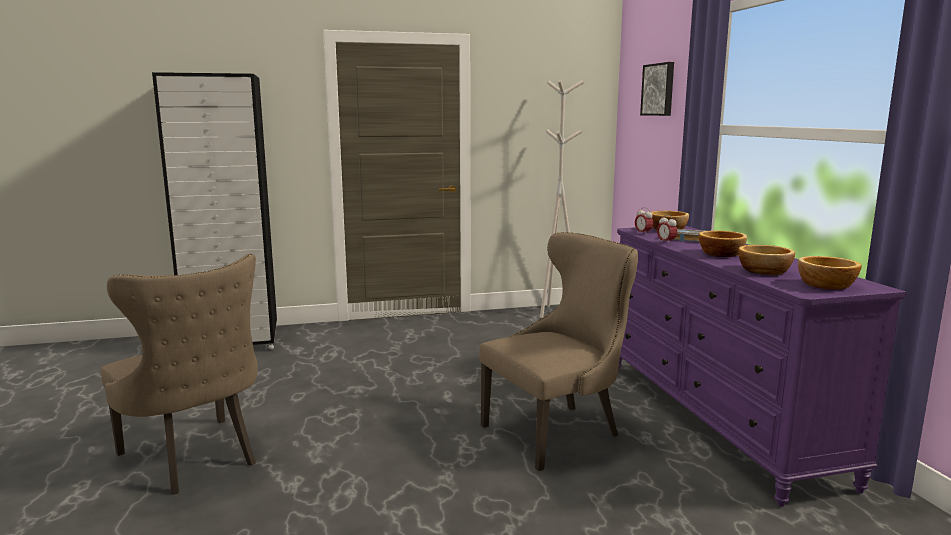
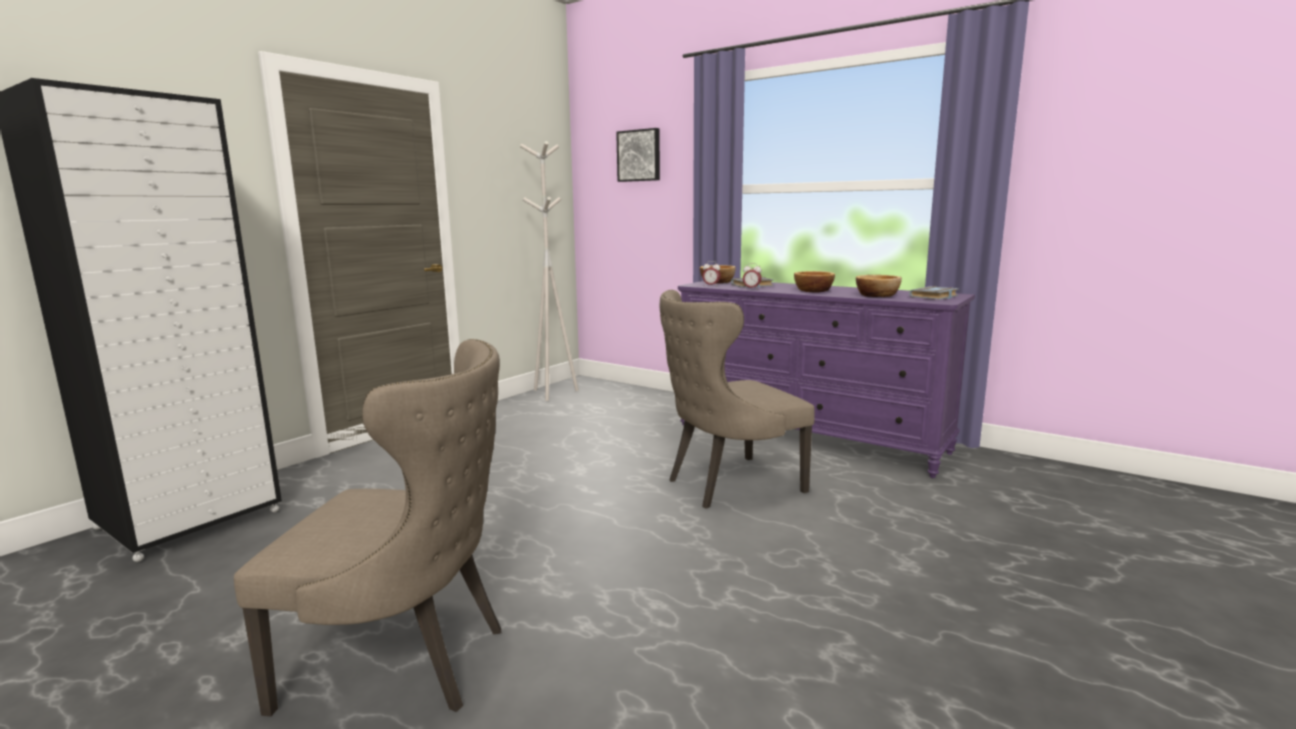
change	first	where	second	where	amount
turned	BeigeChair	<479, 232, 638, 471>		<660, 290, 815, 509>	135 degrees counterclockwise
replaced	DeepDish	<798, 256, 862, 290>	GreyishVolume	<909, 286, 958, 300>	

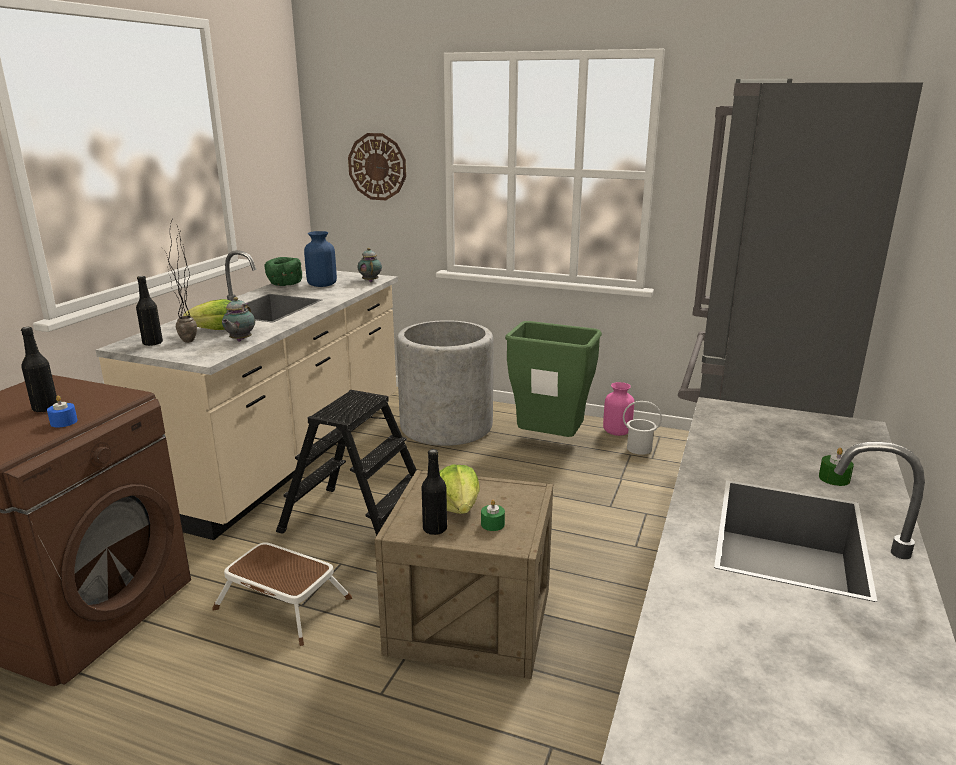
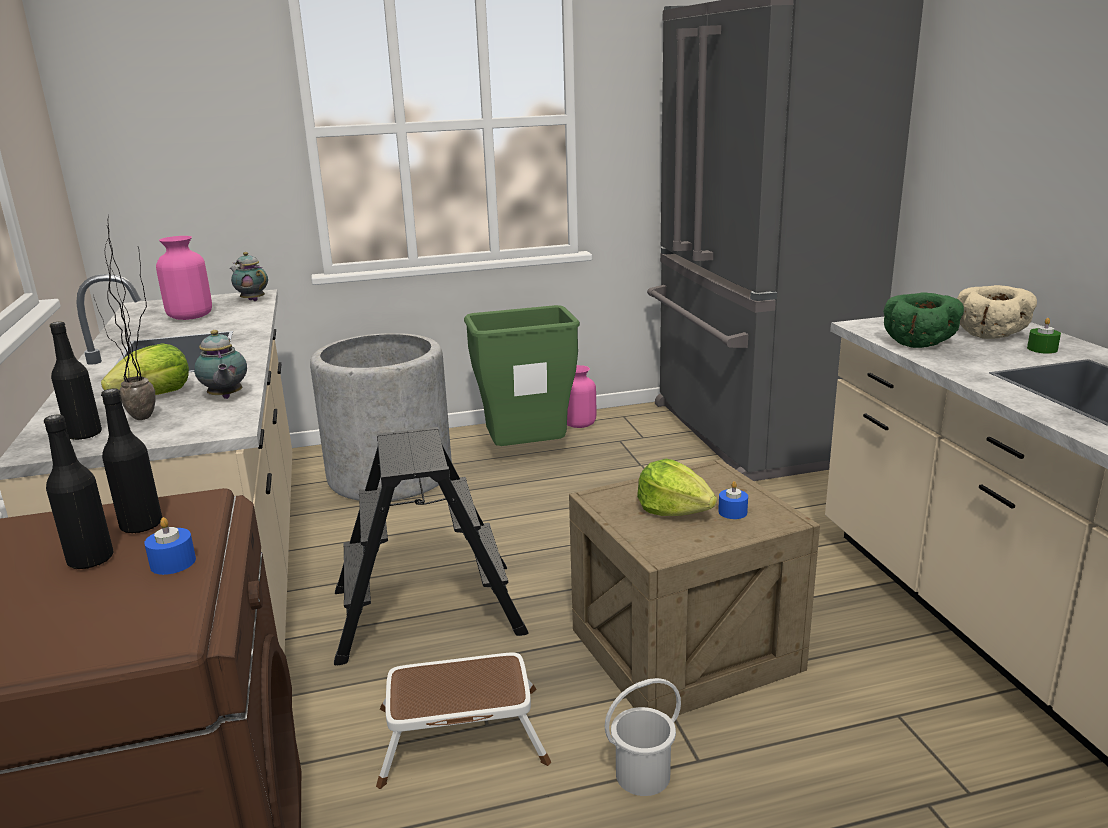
change	first	where	second	where	amount
moved	GreenDeepDish	<264, 257, 302, 286>		<883, 292, 964, 348>	
recoloured	BlueColouredFlowerVase	<304, 231, 337, 287>	PinkFlowerVase	<156, 236, 212, 320>	
removed	ClockOnTheWall	<348, 133, 406, 200>			
moved	BlackishDrinkBottle	<422, 449, 447, 535>		<101, 388, 162, 534>	
recoloured	GreenWaxLight	<481, 500, 505, 531>	BlueColouredWaxLight	<718, 481, 748, 519>	
moved	WhiteWaterBucket	<623, 401, 662, 455>		<604, 678, 681, 796>	
added			BeigeDeepDish	<957, 285, 1037, 339>	

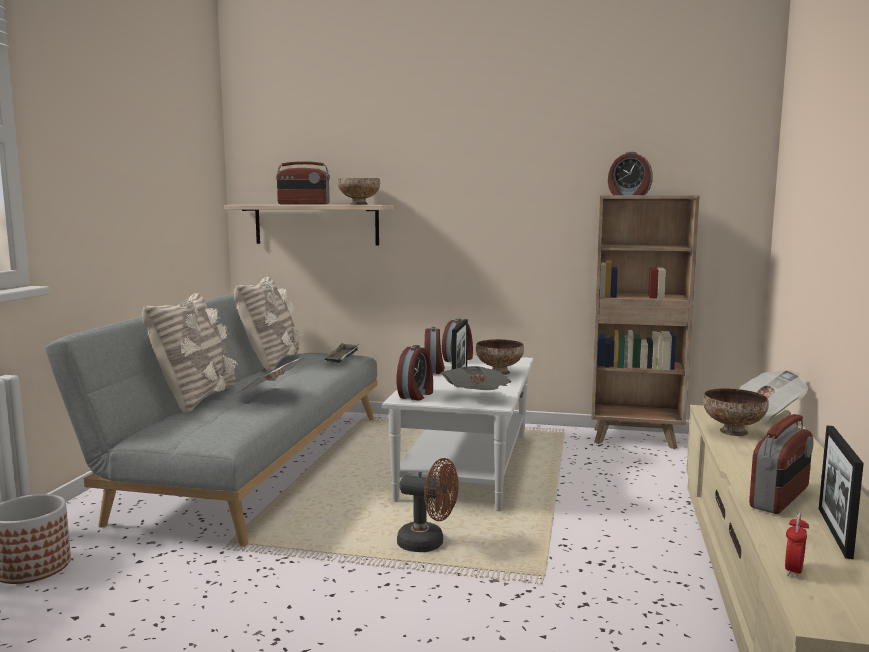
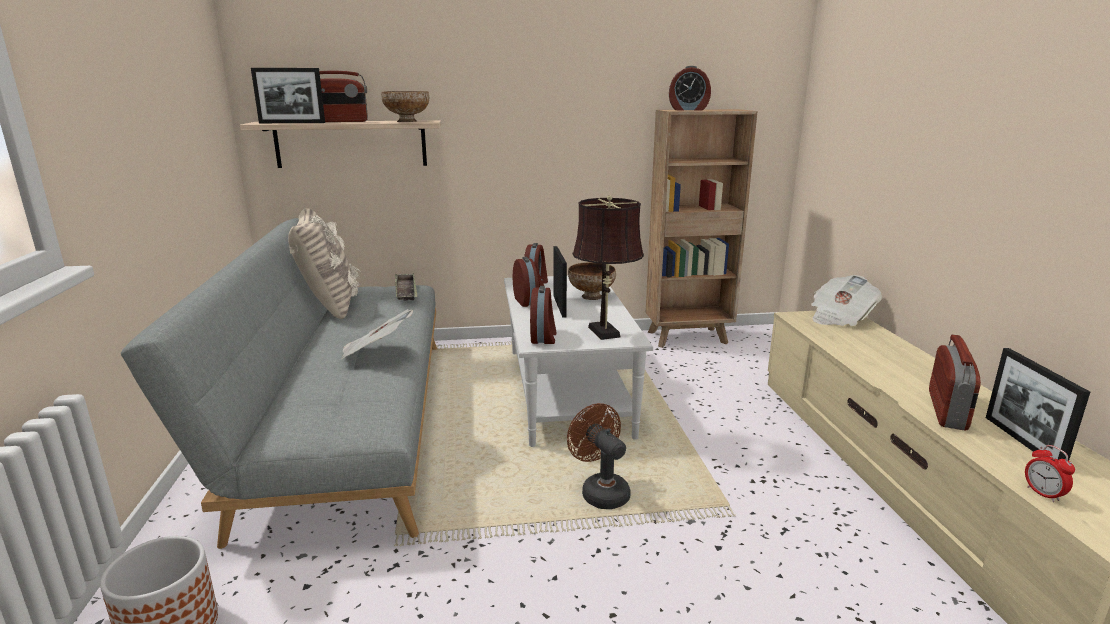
change	first	where	second	where	amount
removed	BeigeThrowPillow	<142, 293, 237, 413>			
turned	BrownColouredElectricFan	<397, 458, 459, 552>		<567, 403, 630, 509>	120 degrees counterclockwise
replaced	PrintedPaper	<440, 366, 511, 390>	BrownColouredTableLamp	<573, 195, 644, 340>	
removed	DeepDish	<703, 388, 769, 436>			
turned	BedsideClock	<785, 512, 809, 578>		<1025, 445, 1075, 502>	150 degrees clockwise
added			PictureFrame	<251, 68, 325, 123>	

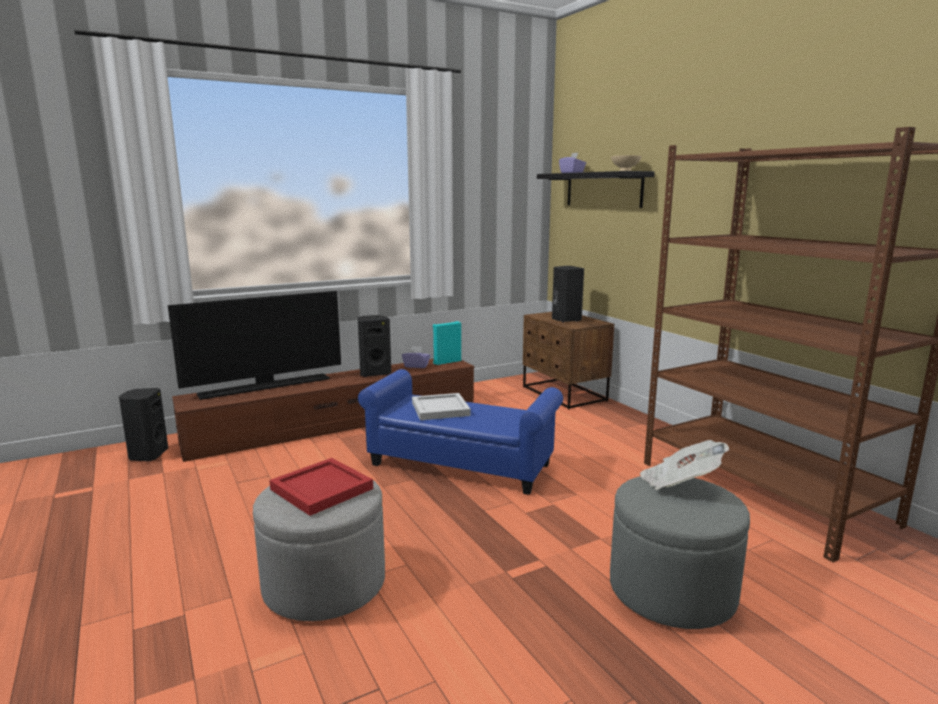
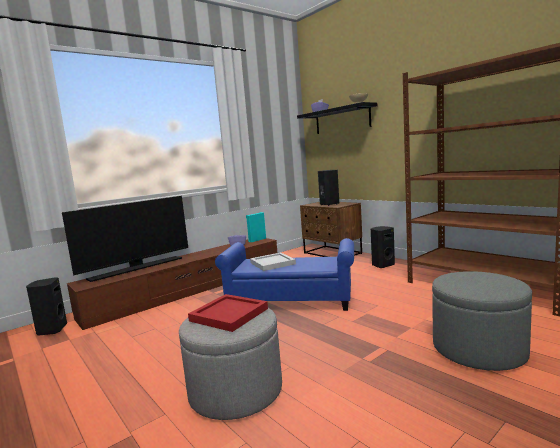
change	first	where	second	where	amount
moved	BlackishLoudspeaker	<358, 315, 391, 377>		<371, 226, 395, 268>	
removed	PrintedPaper	<640, 440, 729, 490>			

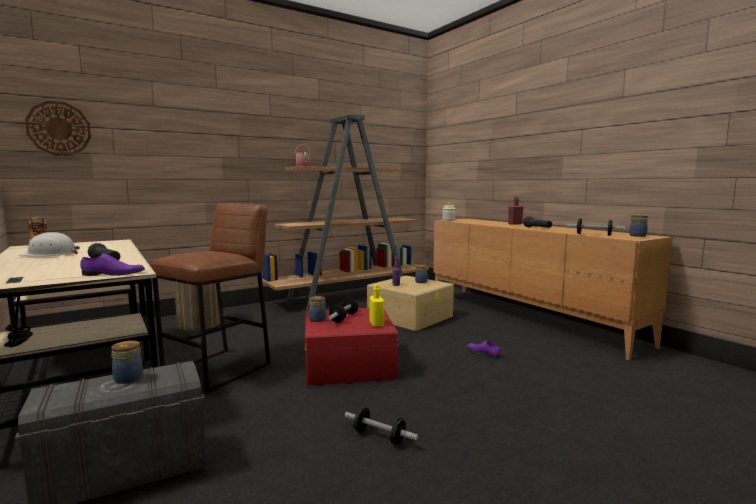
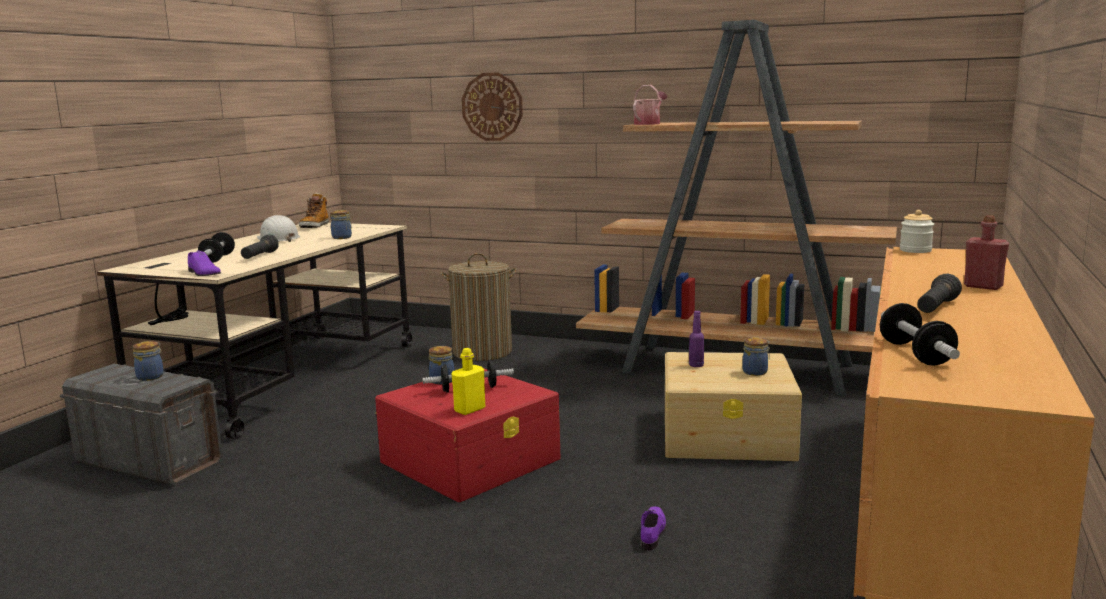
change	first	where	second	where	amount
moved	ClockOnTheWall	<25, 101, 91, 156>		<462, 72, 523, 141>	
removed	BrownColouredStool	<150, 203, 271, 393>			
moved	Dumbbell	<345, 407, 418, 445>		<198, 232, 235, 263>	
moved	Jar	<629, 214, 648, 237>		<330, 210, 352, 239>	

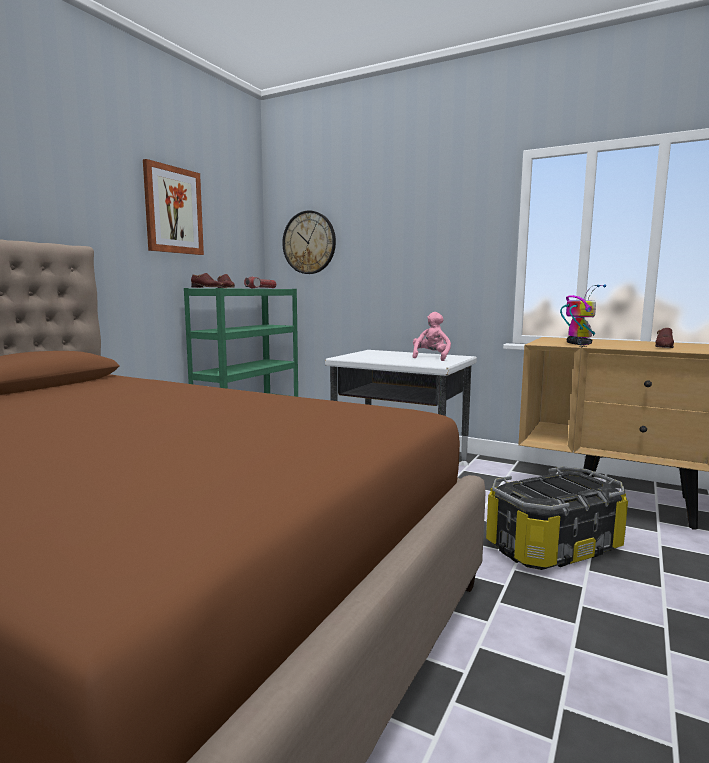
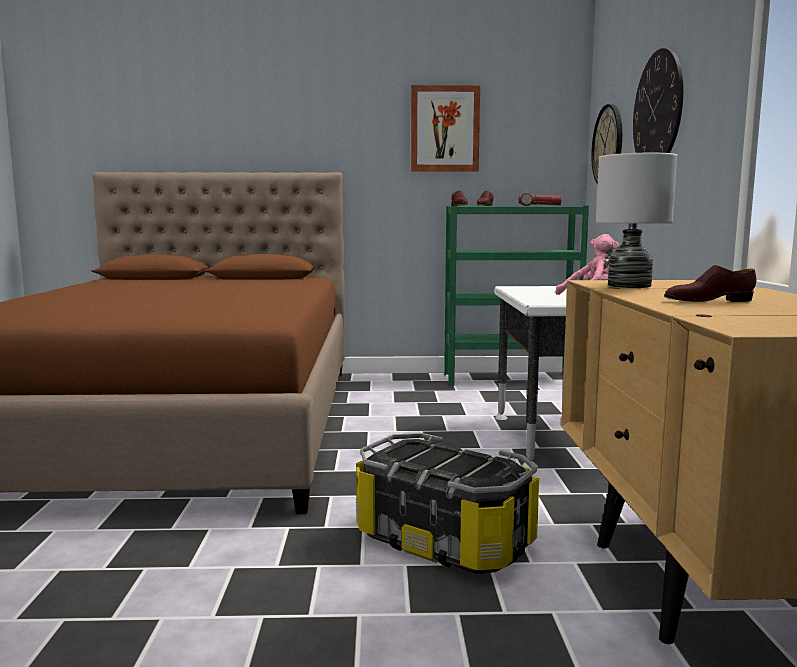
change	first	where	second	where	amount
replaced	ToyRobot	<560, 285, 606, 345>	GreyishTableLamp	<596, 153, 677, 288>	
added			ClockOnTheWall	<633, 48, 683, 153>	

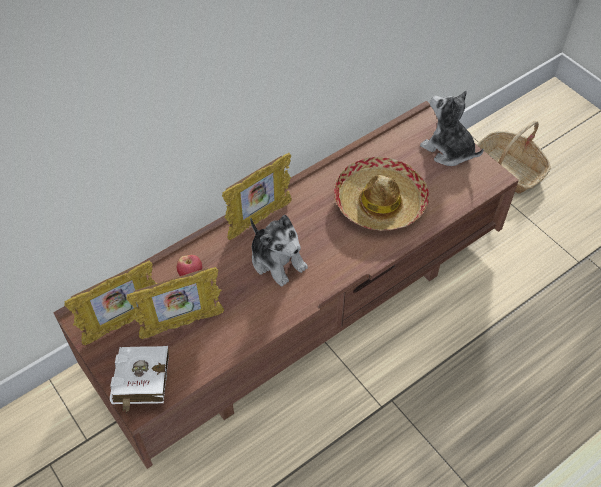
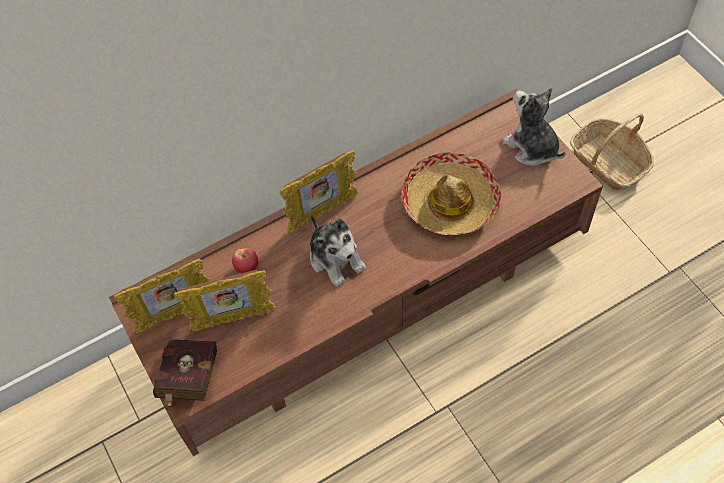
change	first	where	second	where	amount
recoloured	WhiteVolume	<110, 346, 169, 413>	RedVolume	<153, 339, 217, 409>	

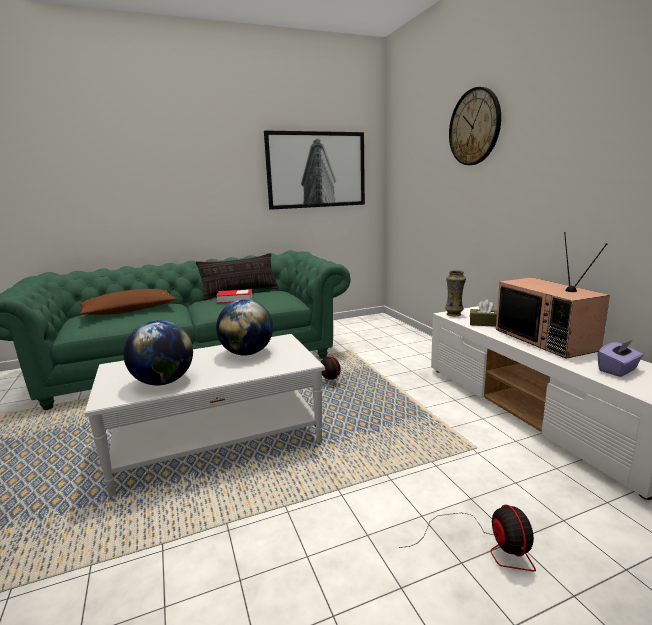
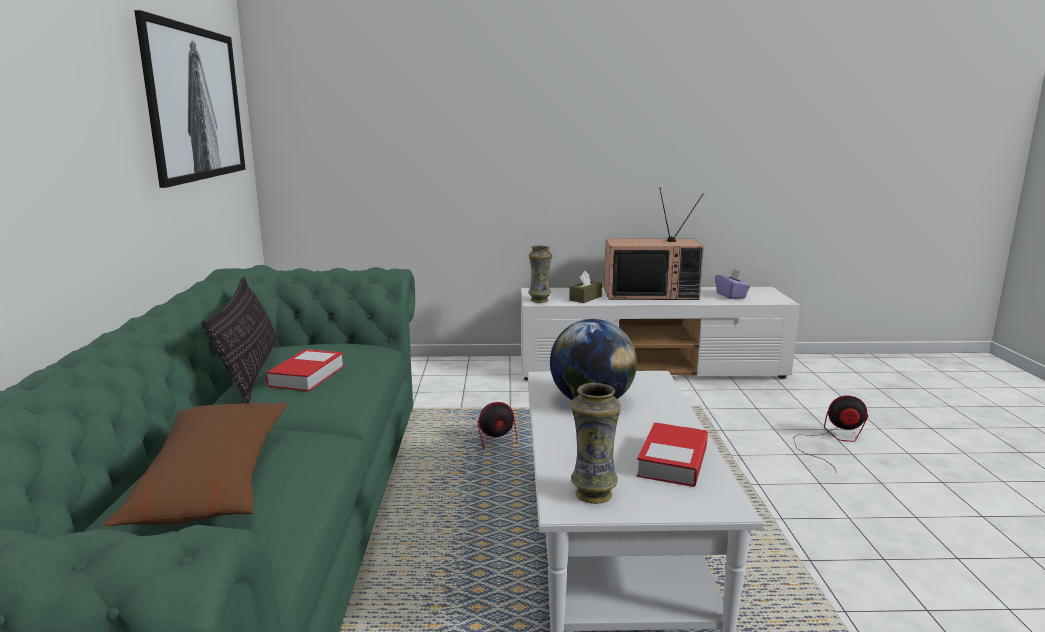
change	first	where	second	where	amount
replaced	Globe	<123, 320, 193, 385>	Volume	<636, 422, 708, 487>	
removed	ClockOnTheWall	<449, 87, 501, 165>			
added			FlowerVase	<571, 383, 621, 504>	

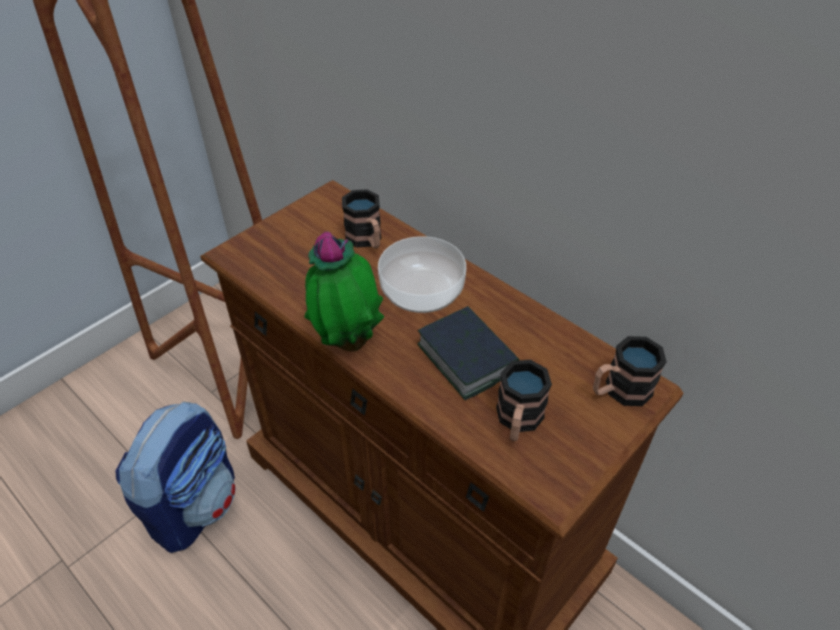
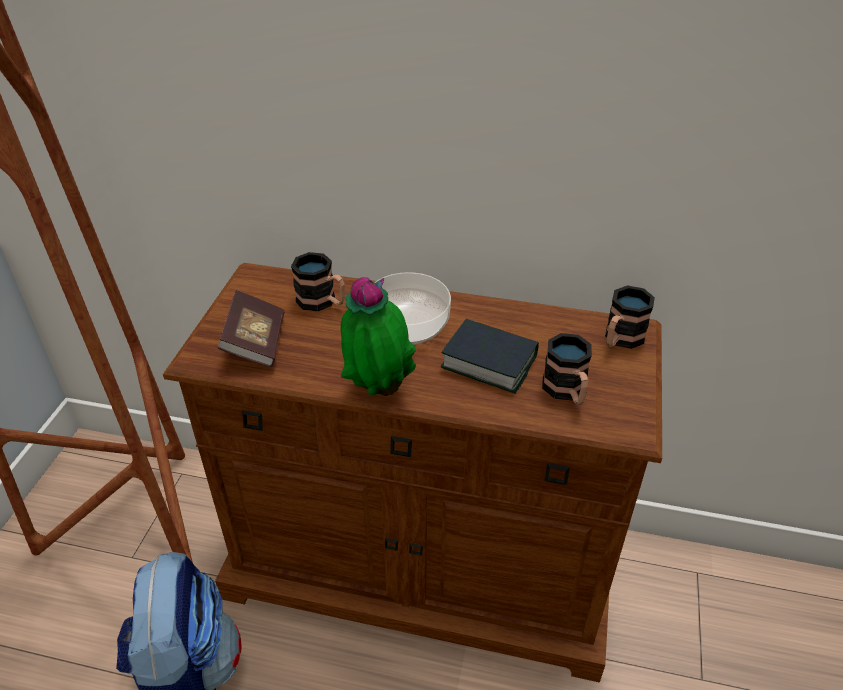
change	first	where	second	where	amount
added			Volume	<218, 290, 285, 367>	

